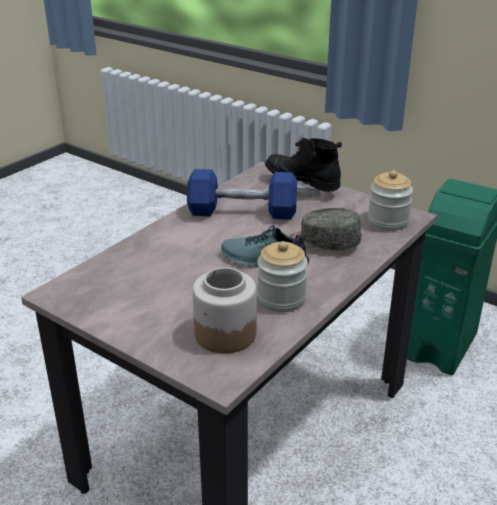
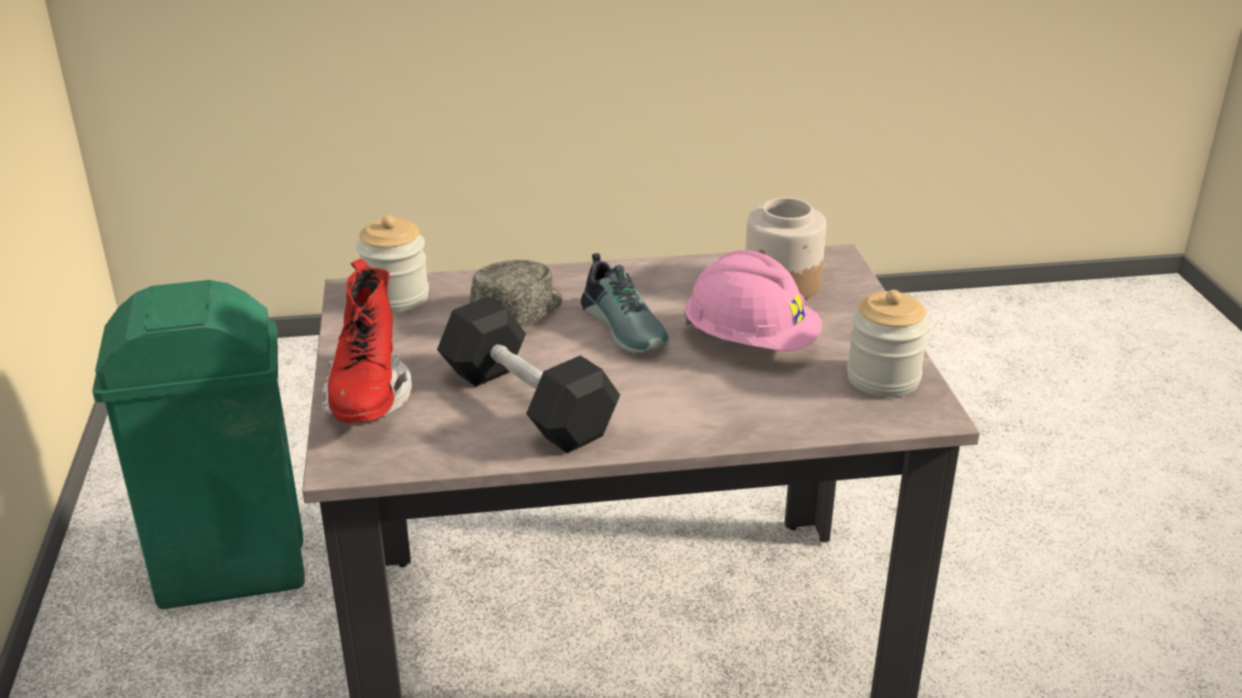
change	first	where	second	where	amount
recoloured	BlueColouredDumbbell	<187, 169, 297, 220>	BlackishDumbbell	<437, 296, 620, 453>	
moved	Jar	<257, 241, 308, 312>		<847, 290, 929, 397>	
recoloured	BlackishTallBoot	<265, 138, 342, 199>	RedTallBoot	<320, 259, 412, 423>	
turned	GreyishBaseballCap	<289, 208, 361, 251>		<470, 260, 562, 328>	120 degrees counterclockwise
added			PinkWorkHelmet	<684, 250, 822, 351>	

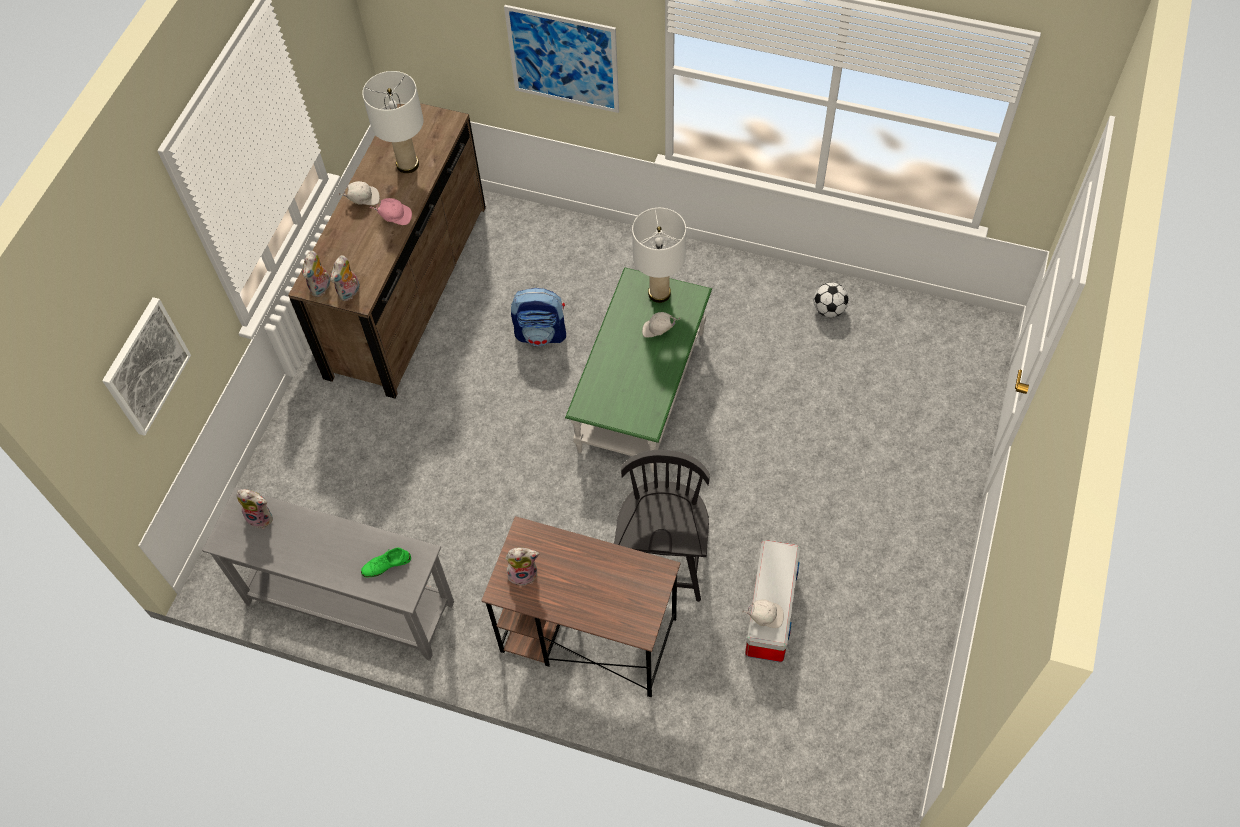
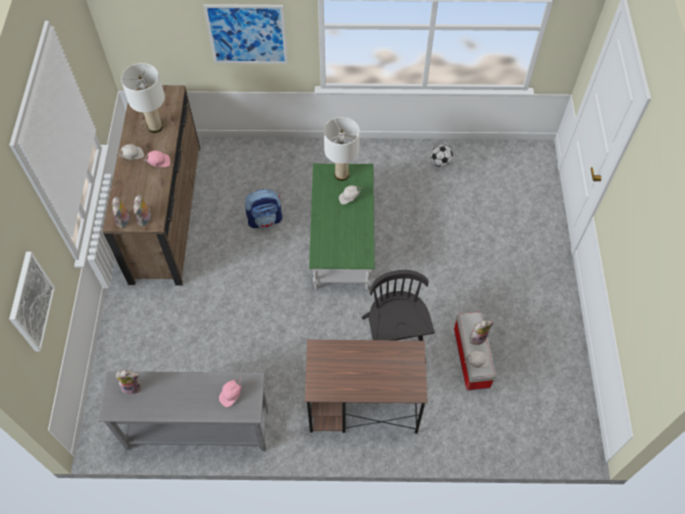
change	first	where	second	where	amount
replaced	GreenLowShoe	<361, 547, 411, 577>	PinkBaseballCap	<219, 377, 242, 407>	
moved	CuddlyToy	<505, 548, 539, 587>		<470, 320, 493, 345>	

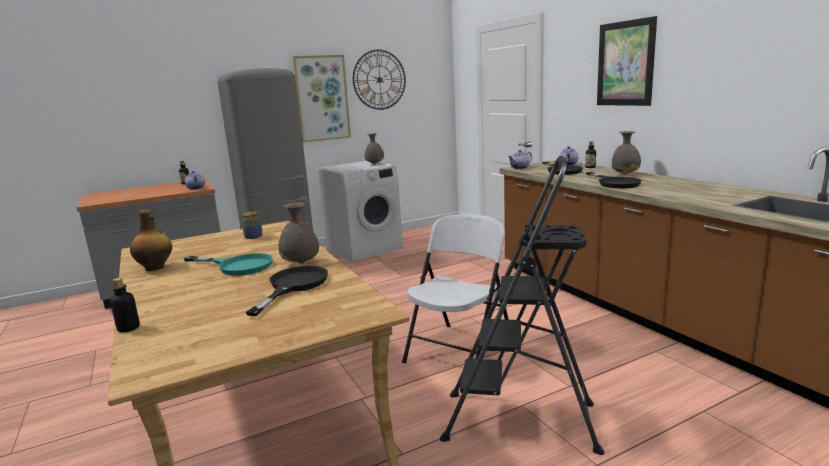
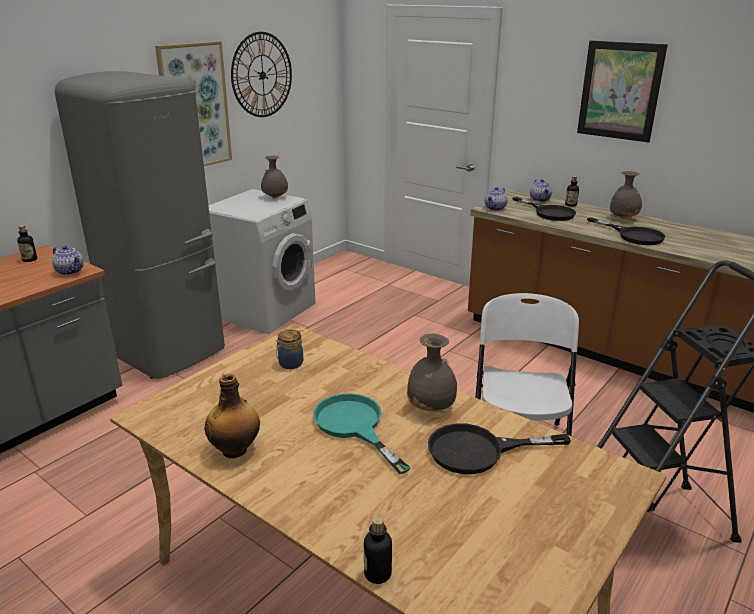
change	first	where	second	where	amount
turned	TurquoiseColouredPan	<184, 253, 273, 276>		<313, 393, 411, 475>	120 degrees counterclockwise
turned	BlackishPan	<246, 266, 328, 316>		<428, 423, 571, 474>	90 degrees counterclockwise

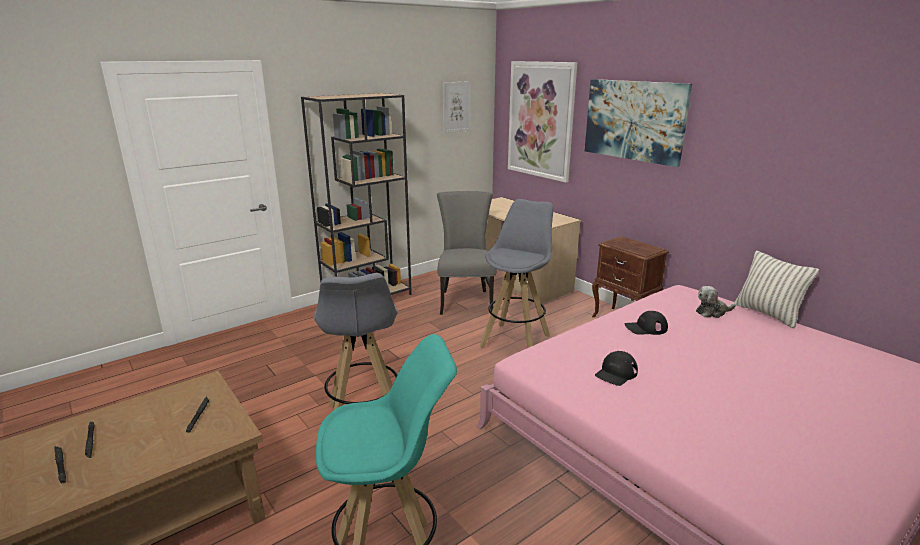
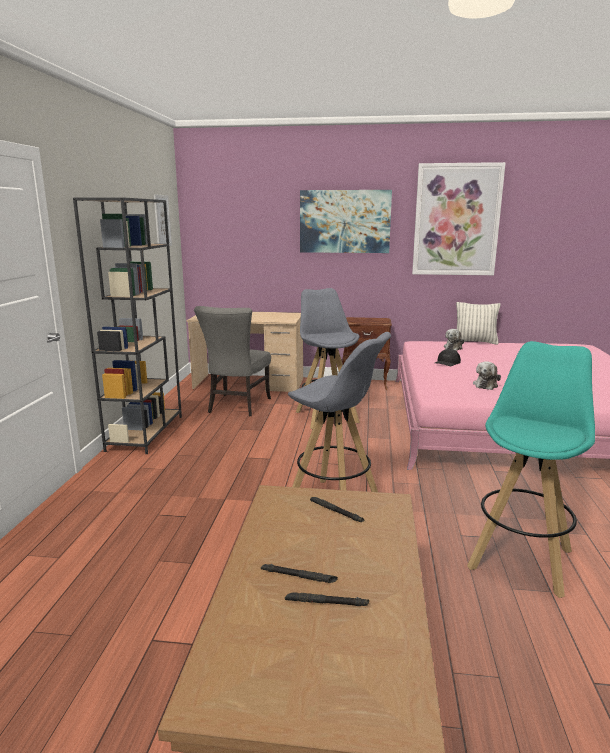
change	first	where	second	where	amount
turned	GreyishChair	<437, 191, 497, 315>		<194, 306, 271, 416>	120 degrees counterclockwise
moved	WallArt	<508, 61, 577, 182>		<412, 162, 506, 275>	
replaced	BlackishBaseballCap	<595, 351, 638, 386>	CuddlyToy	<473, 361, 501, 390>	

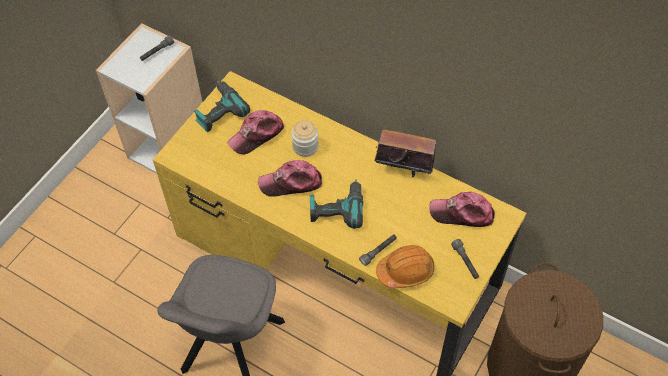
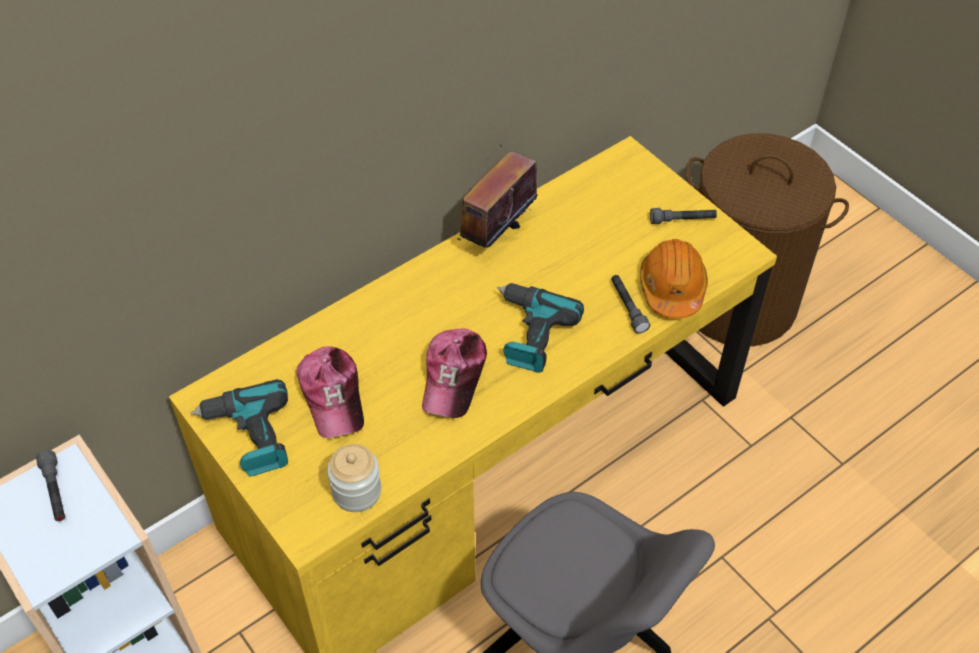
change	first	where	second	where	amount
moved	Jar	<291, 120, 319, 157>		<327, 444, 381, 512>	
removed	BaseballCap	<429, 192, 495, 227>			

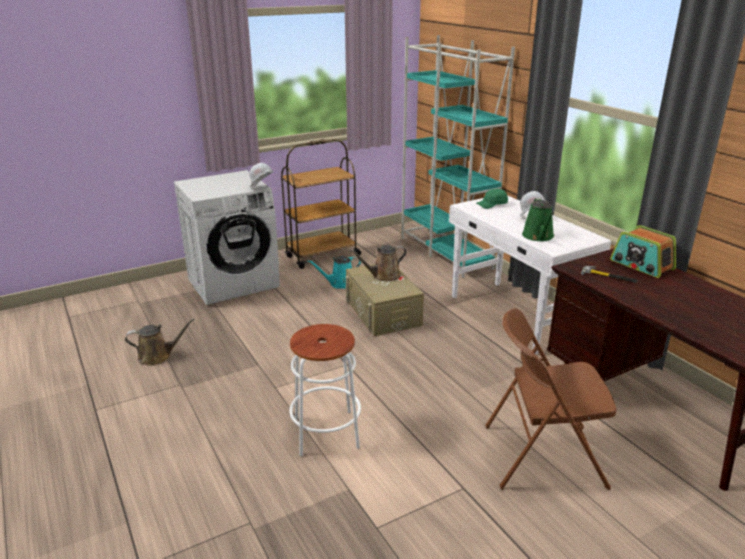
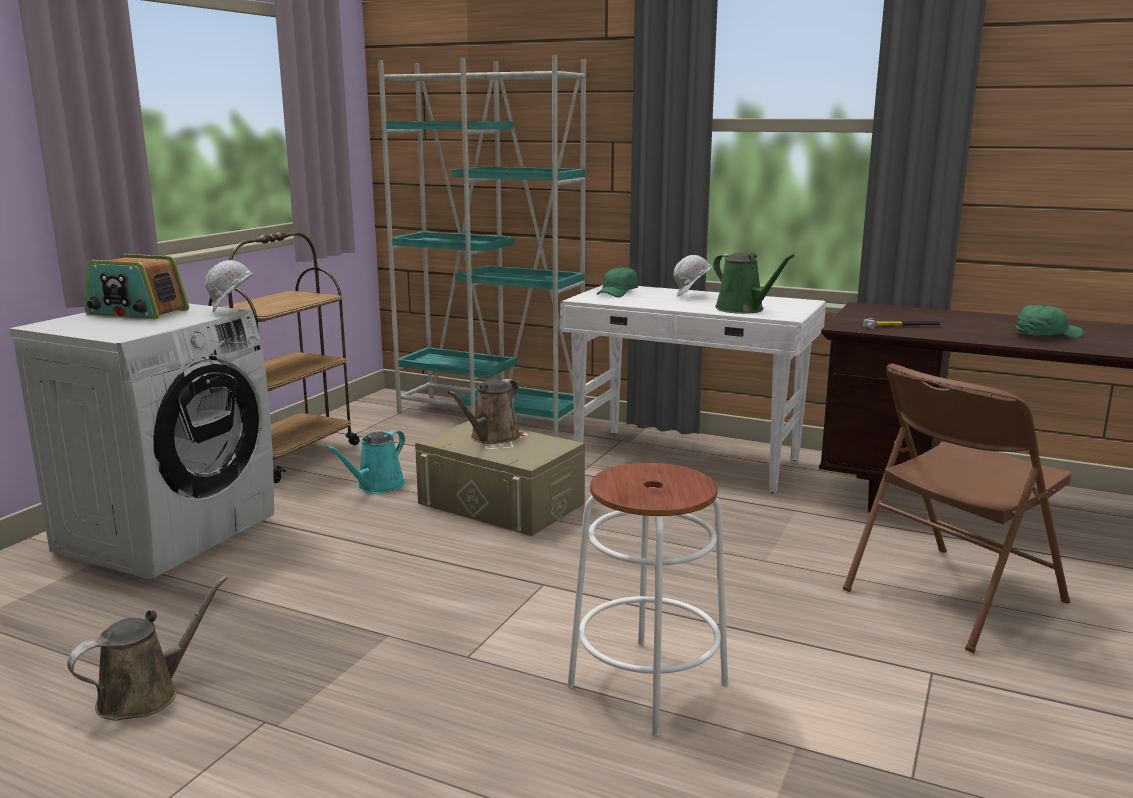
change	first	where	second	where	amount
moved	RadioSet	<610, 225, 676, 278>		<85, 254, 189, 319>	
added			GreenBaseballCap	<1015, 304, 1083, 338>	

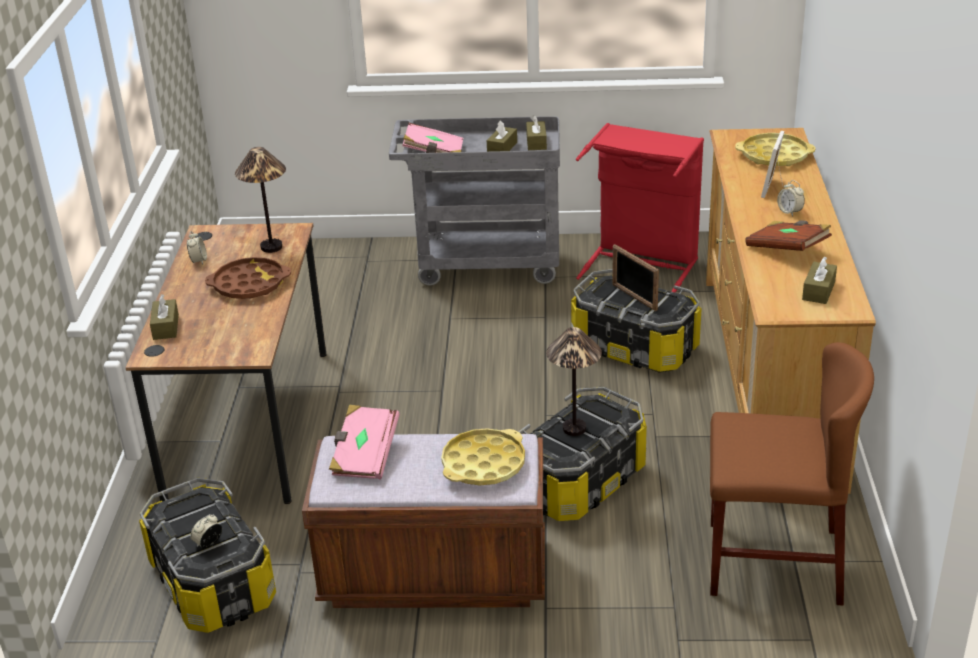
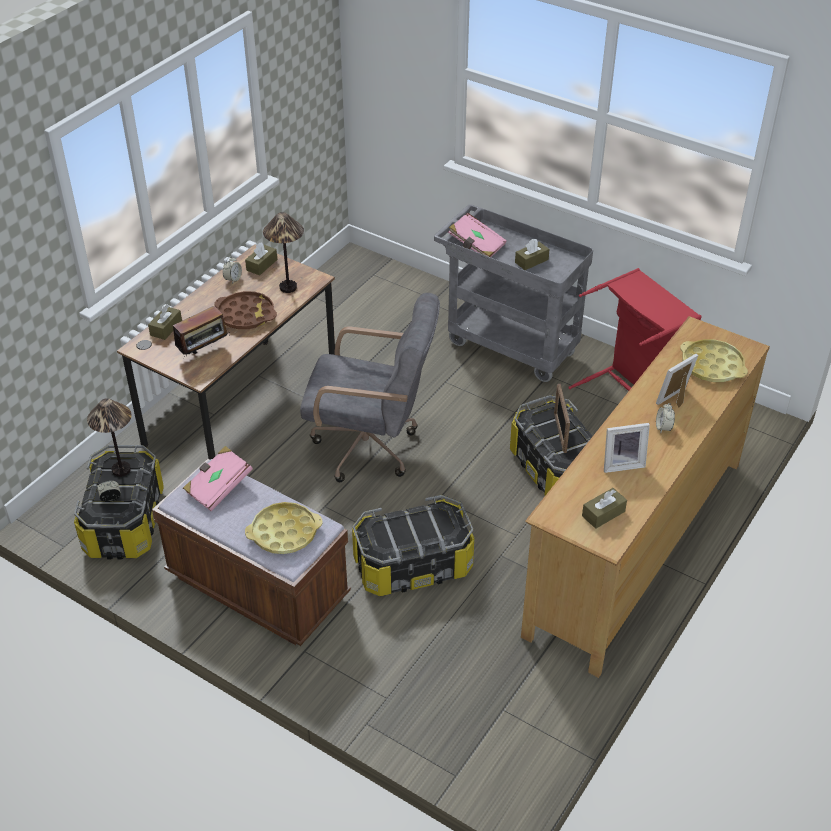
change	first	where	second	where	amount
moved	BrownColouredBoxOfTissues	<526, 115, 547, 150>		<245, 242, 277, 276>	
moved	TableLamp	<546, 327, 602, 436>		<87, 398, 132, 477>	
removed	BrownColouredChair	<710, 342, 874, 605>			
replaced	BrownColouredVolume	<745, 221, 832, 251>	PictureFrame	<604, 423, 650, 473>	
added			RadioSet	<173, 306, 230, 355>	
added			GreyishComputerChair	<300, 293, 440, 482>	

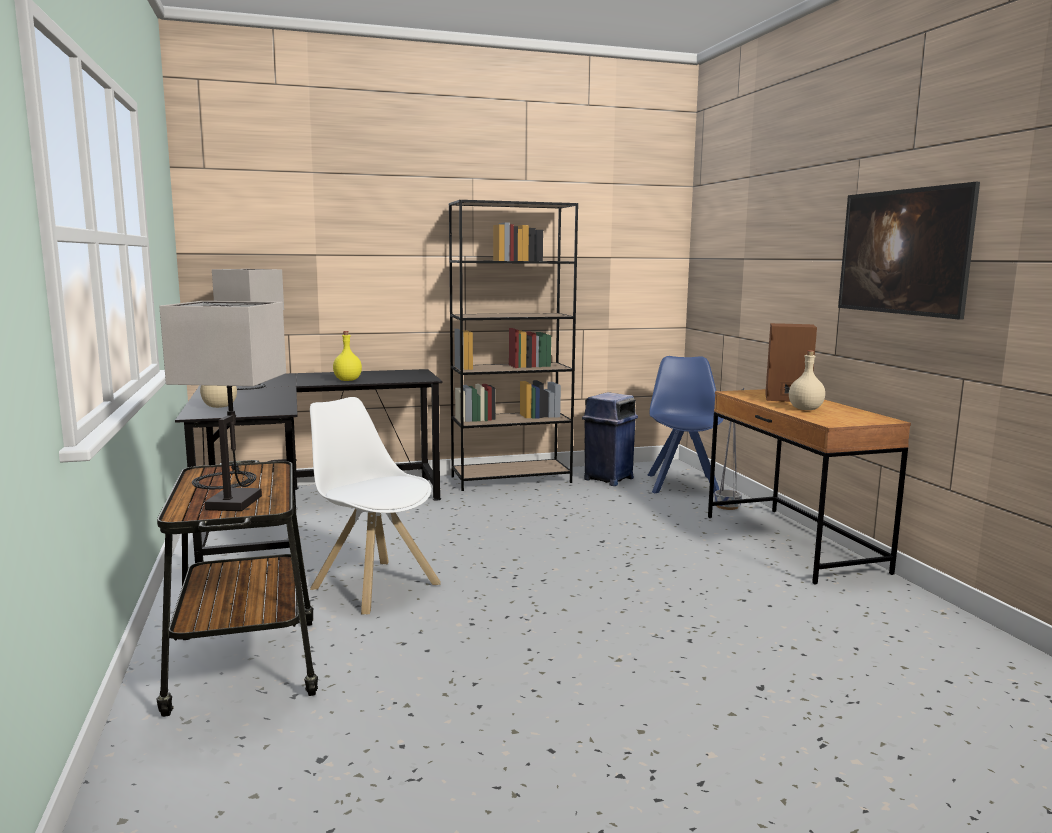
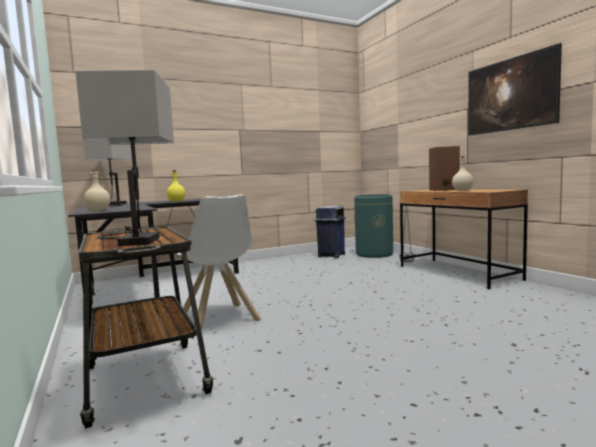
change	first	where	second	where	amount
turned	WhiteChair	<310, 397, 441, 615>		<176, 194, 261, 336>	150 degrees counterclockwise
removed	BeigeBookshelf	<449, 200, 578, 491>			
replaced	BlueColouredChair	<647, 356, 724, 493>	GreenRubbishBin	<354, 194, 393, 258>	

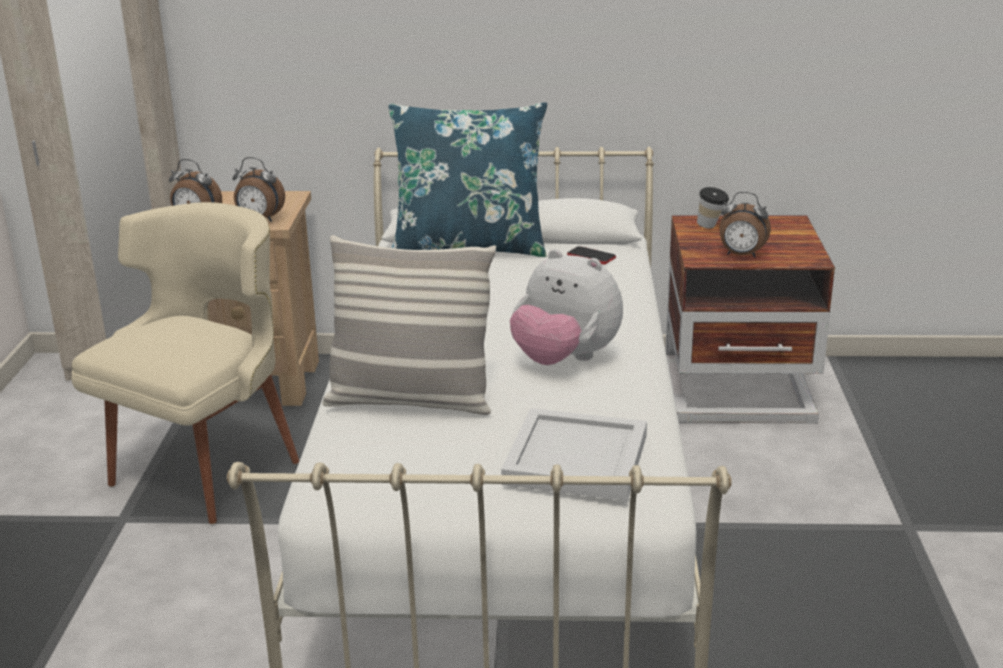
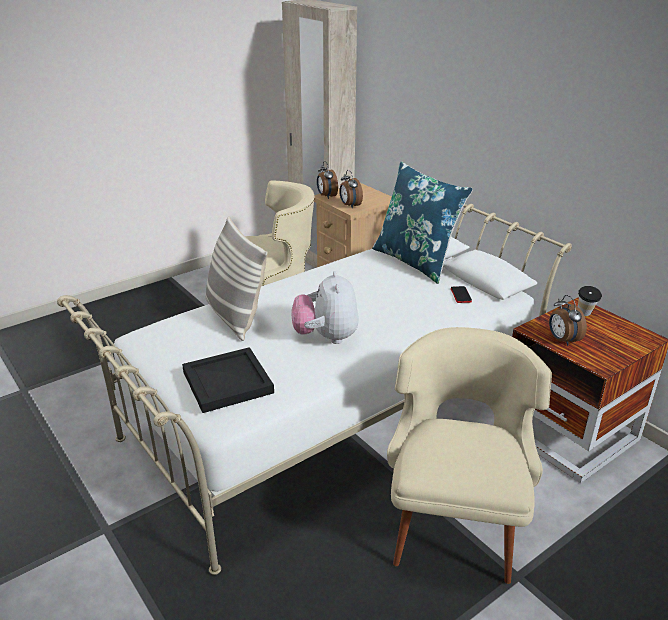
change	first	where	second	where	amount
recoloured	WhiteTray	<501, 408, 647, 501>	BlackishTray	<182, 347, 274, 413>	
added			BeigeChair	<387, 327, 552, 584>	

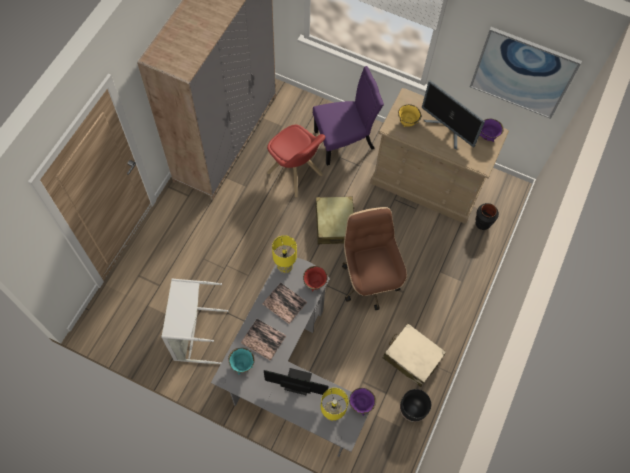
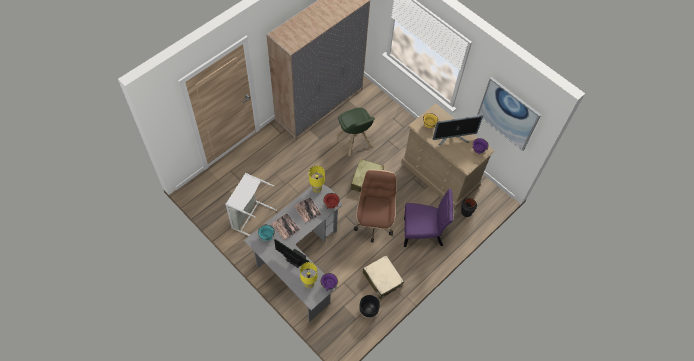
change	first	where	second	where	amount
recoloured	RedChair	<267, 125, 325, 197>	GreenChair	<337, 108, 375, 156>	
moved	PurplishChair	<313, 66, 384, 166>		<404, 188, 453, 247>	
turned	Monitor	<422, 80, 485, 150>		<433, 115, 483, 145>	75 degrees counterclockwise

